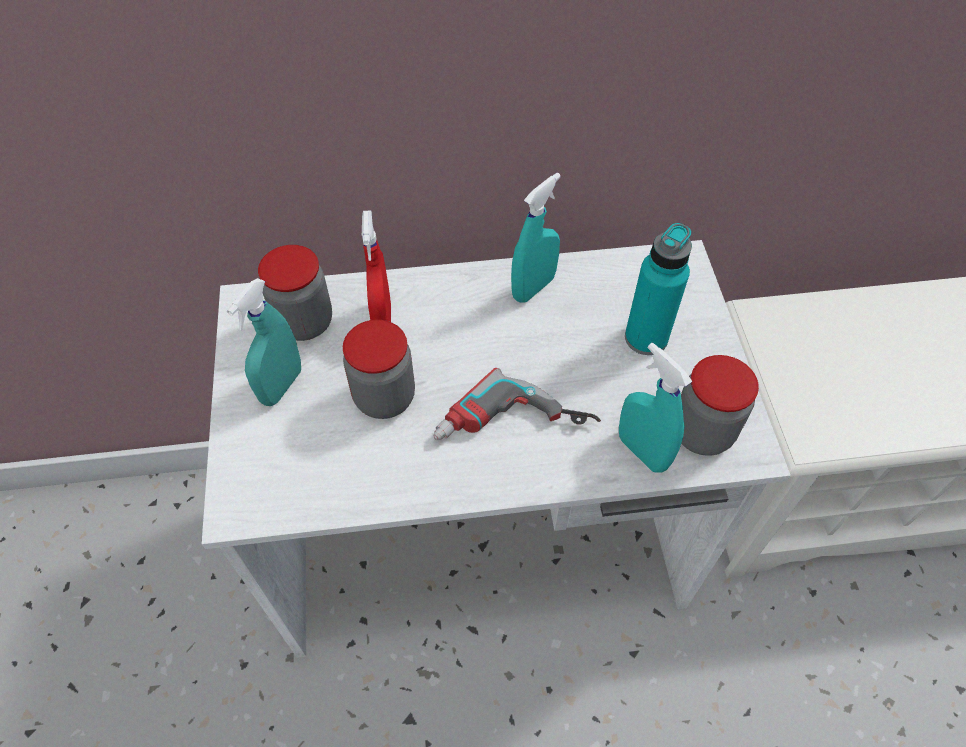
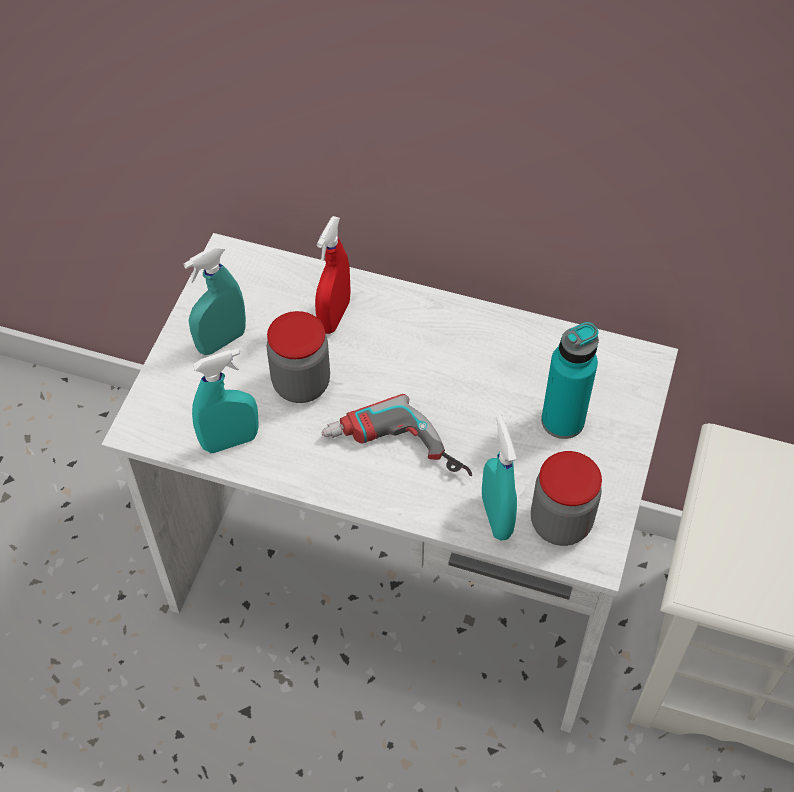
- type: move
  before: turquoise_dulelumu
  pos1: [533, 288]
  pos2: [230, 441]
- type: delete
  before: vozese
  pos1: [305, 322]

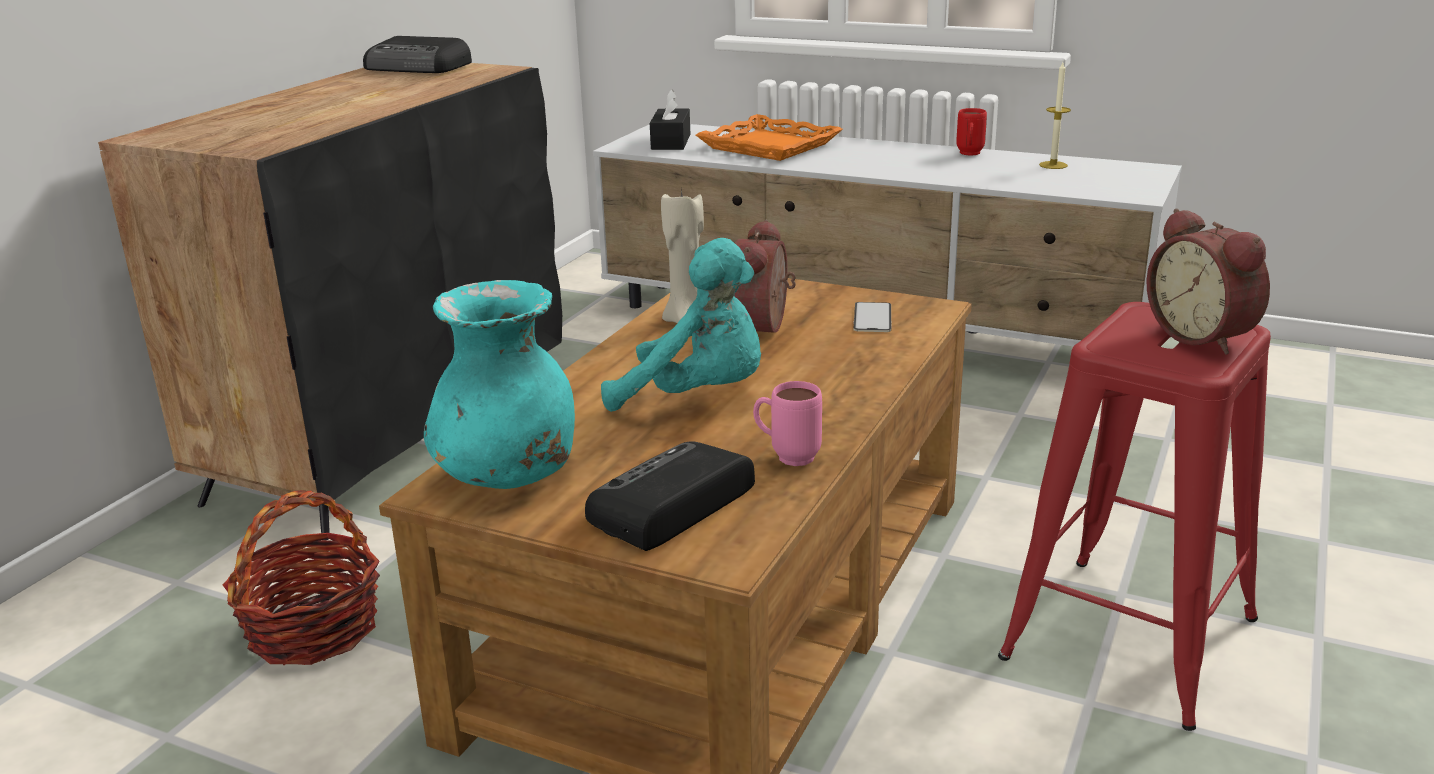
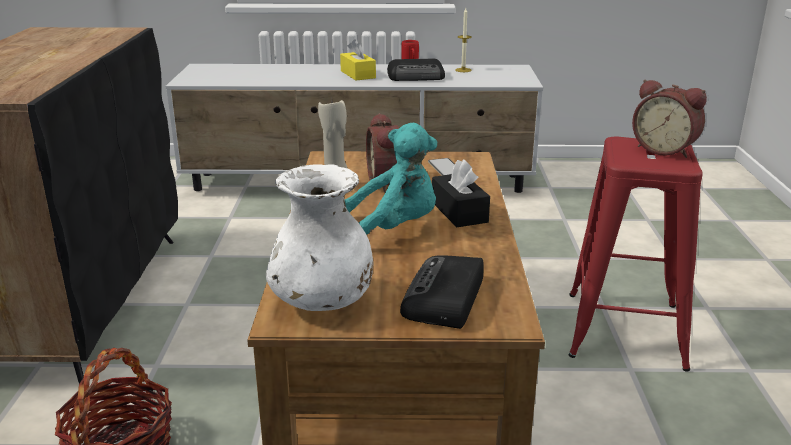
- type: recolor
  before: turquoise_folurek
  after: white_folurek
  pos1: [509, 477]
  pos2: [322, 302]
- type: insert
  after: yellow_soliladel
  pos2: [358, 74]
- type: move
  before: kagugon
  pos1: [419, 67]
  pos2: [417, 76]
- type: move
  before: black_soliladel
  pos1: [671, 142]
  pos2: [459, 212]
- type: delete
  before: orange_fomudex
  pos1: [770, 146]
- type: delete
  before: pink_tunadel
  pos1: [786, 456]

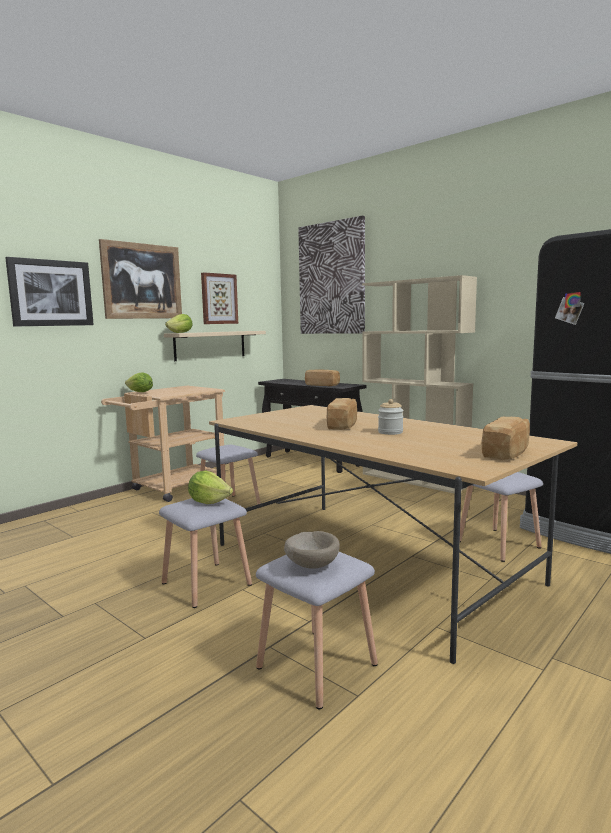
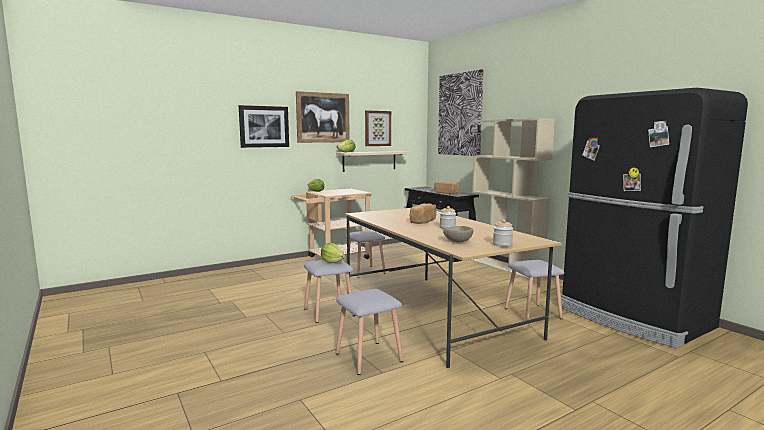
- type: move
  before: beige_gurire
  pos1: [312, 564]
  pos2: [458, 241]
- type: replace
  before: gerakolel
  after: vozese
  pos1: [507, 453]
  pos2: [502, 245]

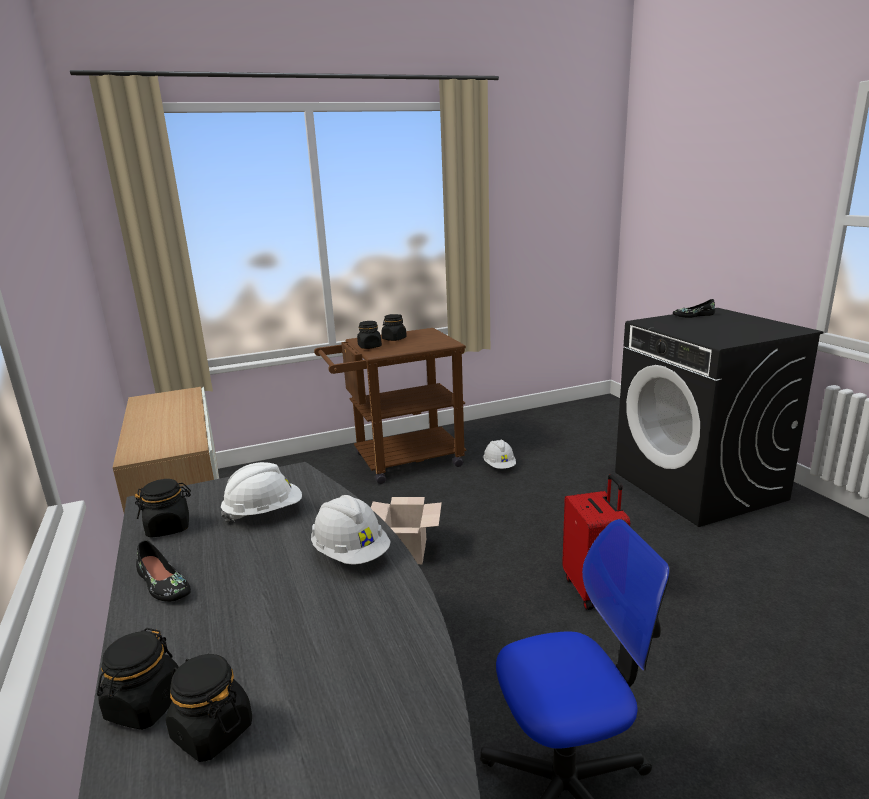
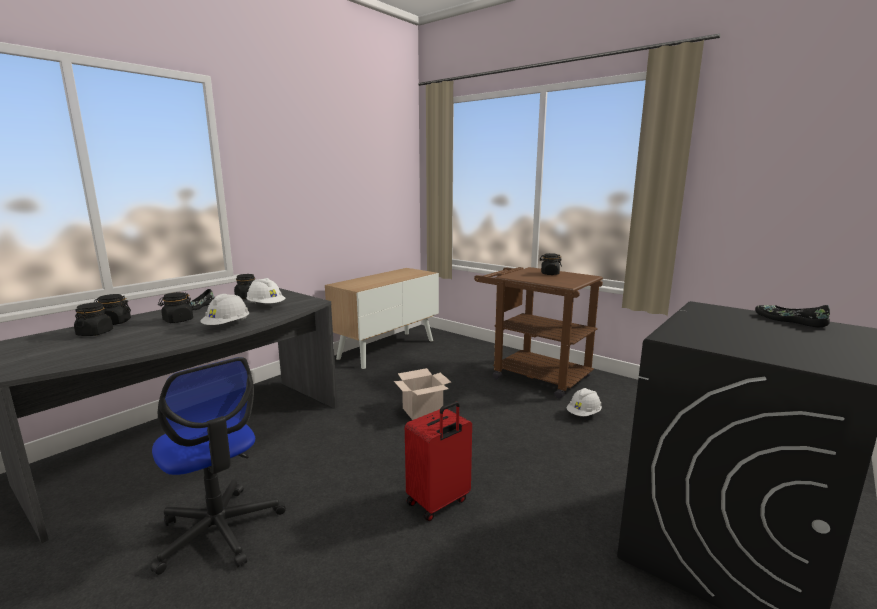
- type: move
  before: black_vozese
  pos1: [370, 347]
  pos2: [178, 320]

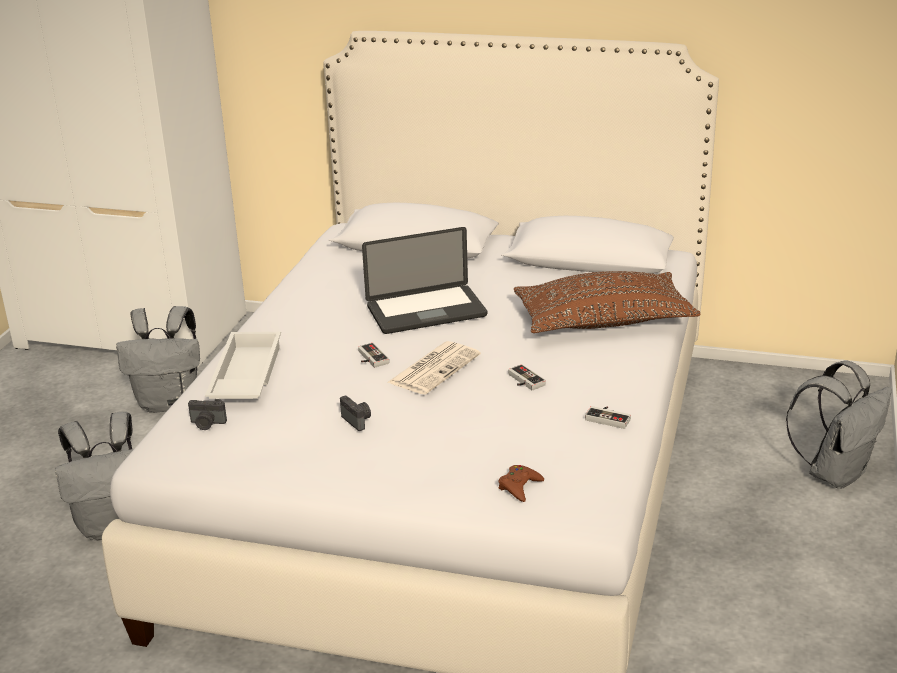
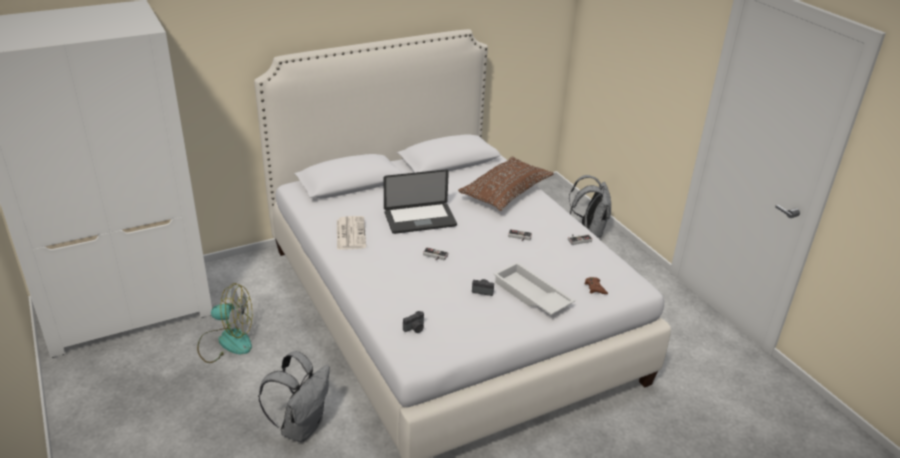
- type: replace
  before: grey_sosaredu
  after: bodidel
  pos1: [170, 403]
  pos2: [226, 342]
- type: move
  before: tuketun
  pos1: [434, 368]
  pos2: [350, 233]
- type: rotate
  before: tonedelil
  pos1: [426, 311]
  pos2: [420, 219]
  turn: 45
- type: move
  before: white_fomudex
  pos1: [244, 376]
  pos2: [530, 295]

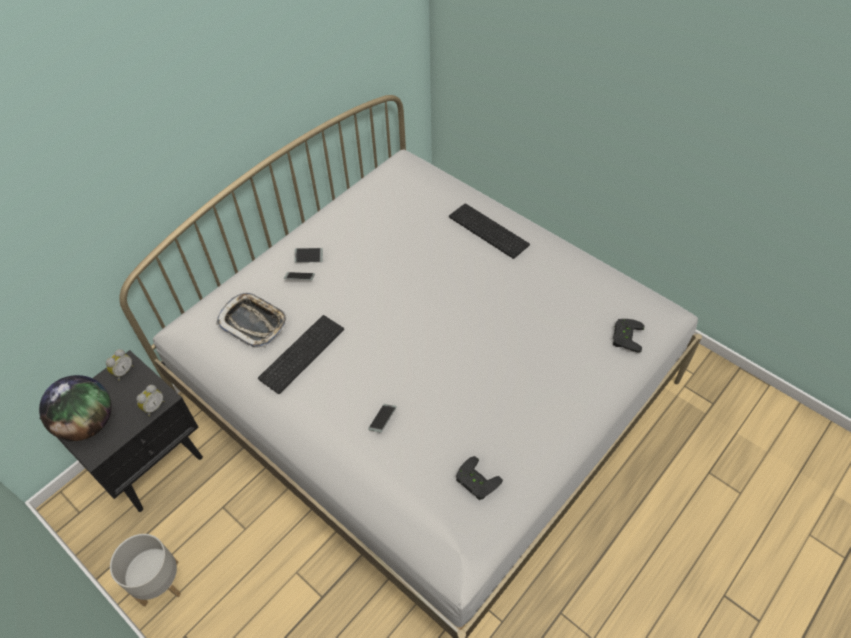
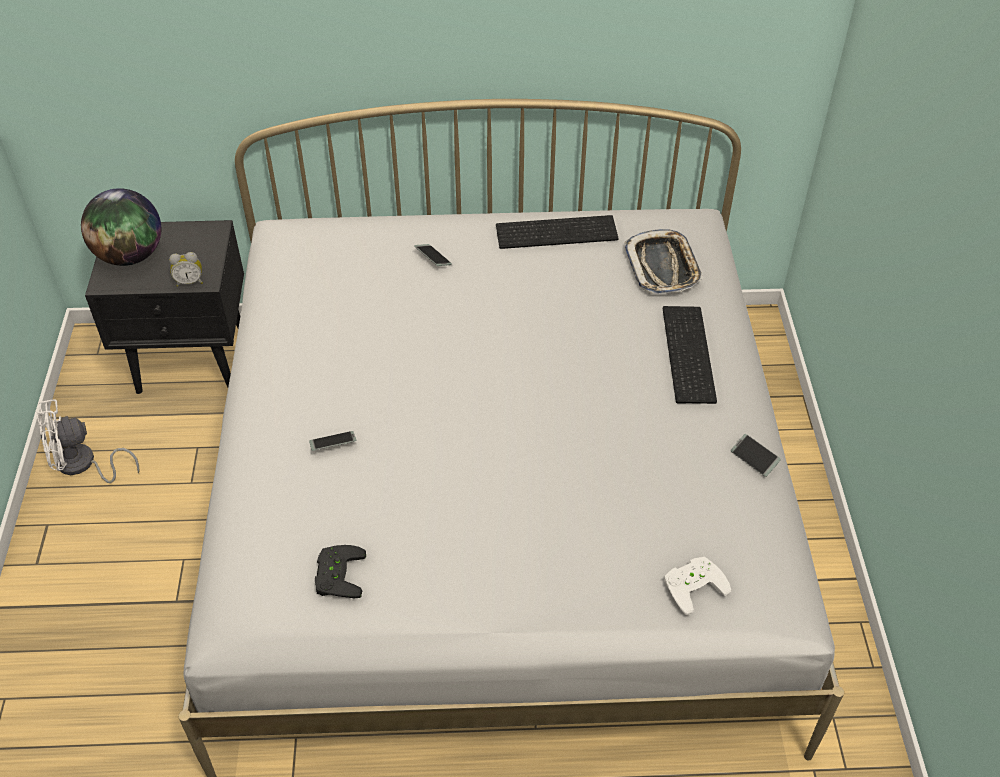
- type: replace
  before: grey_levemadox
  after: white_bodidel
  pos1: [161, 582]
  pos2: [82, 465]
- type: move
  before: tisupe
  pos1: [301, 352]
  pos2: [557, 231]
- type: move
  before: fomudex
  pos1: [253, 322]
  pos2: [662, 267]
- type: recolor
  before: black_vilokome
  after: white_vilokome
  pos1: [625, 336]
  pos2: [692, 584]
- type: move
  before: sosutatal
  pos1: [309, 257]
  pos2: [754, 458]
- type: delete
  before: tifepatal
  pos1: [123, 371]

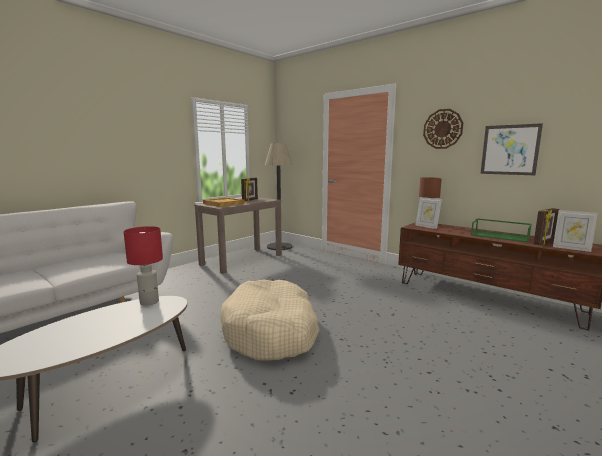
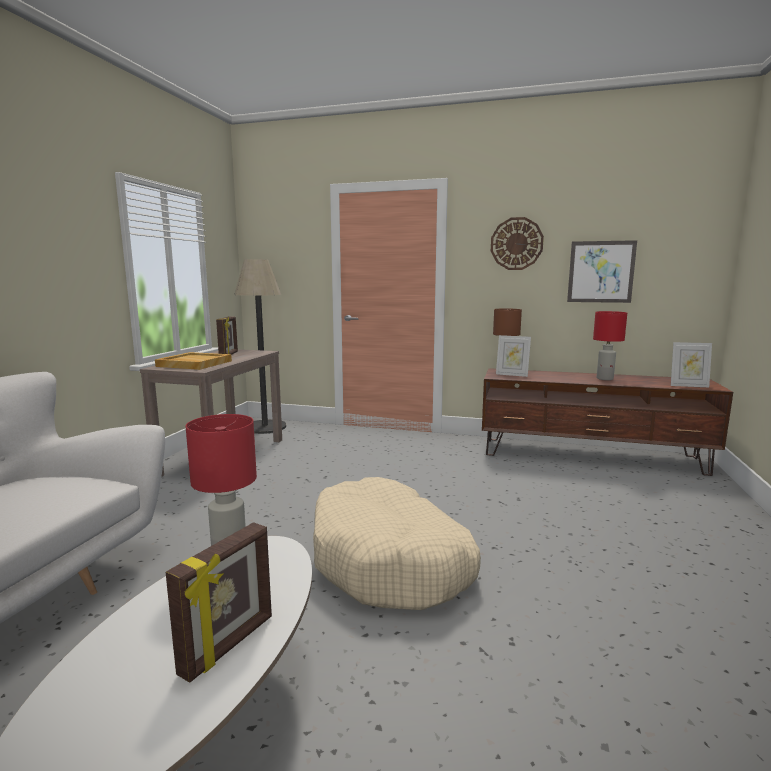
- type: move
  before: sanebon
  pos1: [544, 243]
  pos2: [229, 645]
- type: replace
  before: green_fomudex
  after: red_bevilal
  pos1: [500, 236]
  pos2: [605, 379]

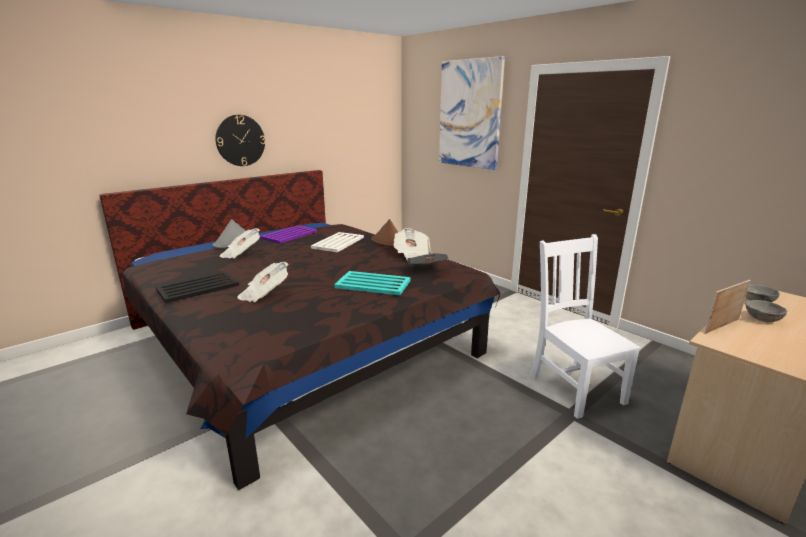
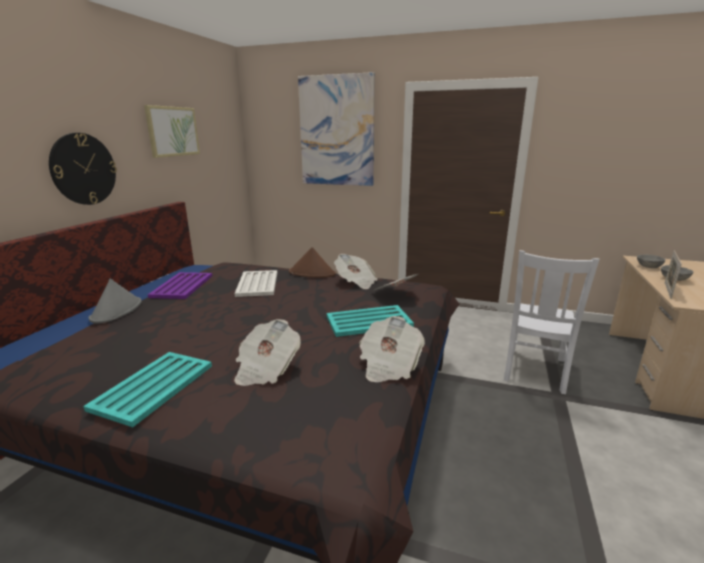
- type: recolor
  before: black_fomudex
  after: turquoise_fomudex
  pos1: [197, 288]
  pos2: [152, 387]
- type: insert
  after: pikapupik
  pos2: [172, 131]
- type: move
  before: tuketun
  pos1: [241, 254]
  pos2: [388, 365]
- type: rotate
  before: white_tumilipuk
  pos1: [574, 387]
  pos2: [534, 371]
  turn: -105

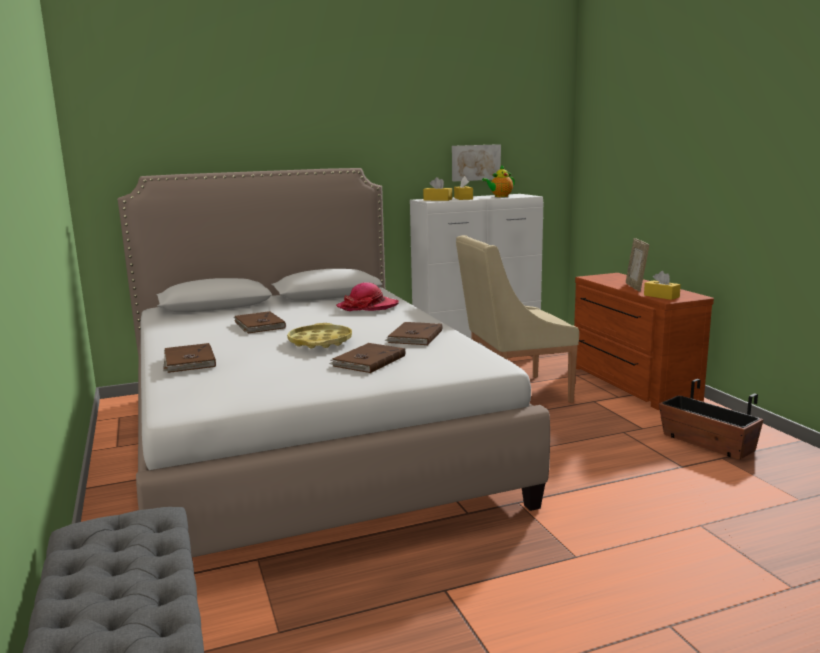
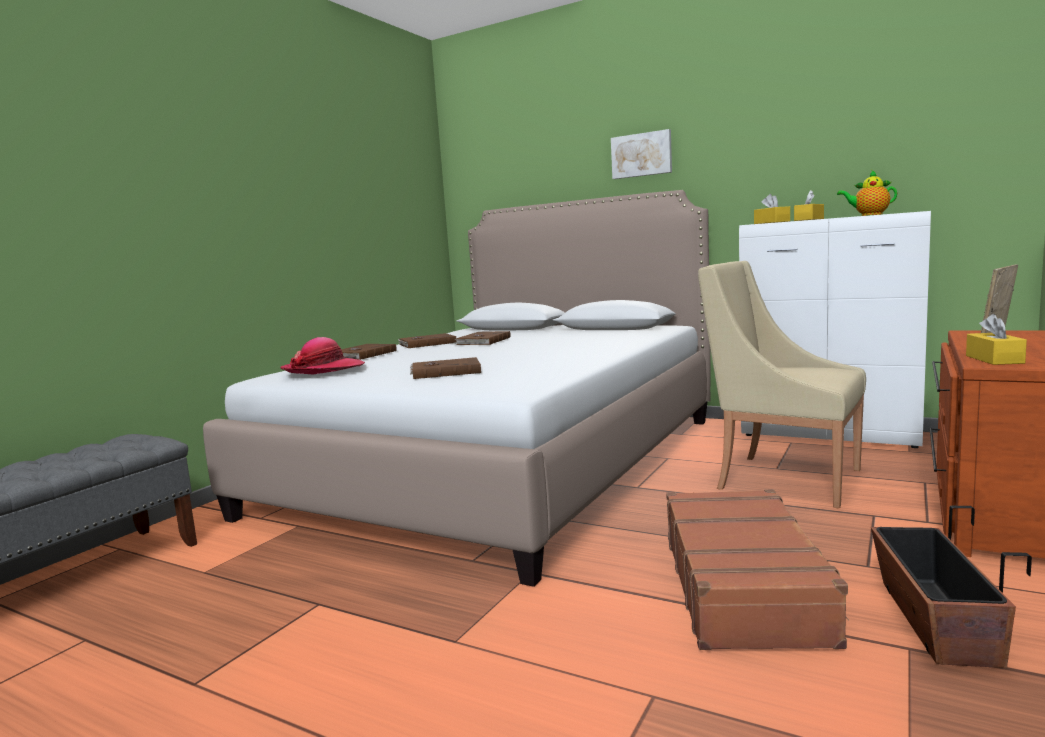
- type: move
  before: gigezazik
  pos1: [368, 307]
  pos2: [323, 369]
- type: move
  before: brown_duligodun
  pos1: [414, 336]
  pos2: [427, 343]
- type: move
  before: pikapupik
  pos1: [475, 162]
  pos2: [641, 155]
- type: insert
  after: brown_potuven
  pos2: [744, 586]
- type: delete
  before: yellow_fomudex
  pos1: [320, 341]

